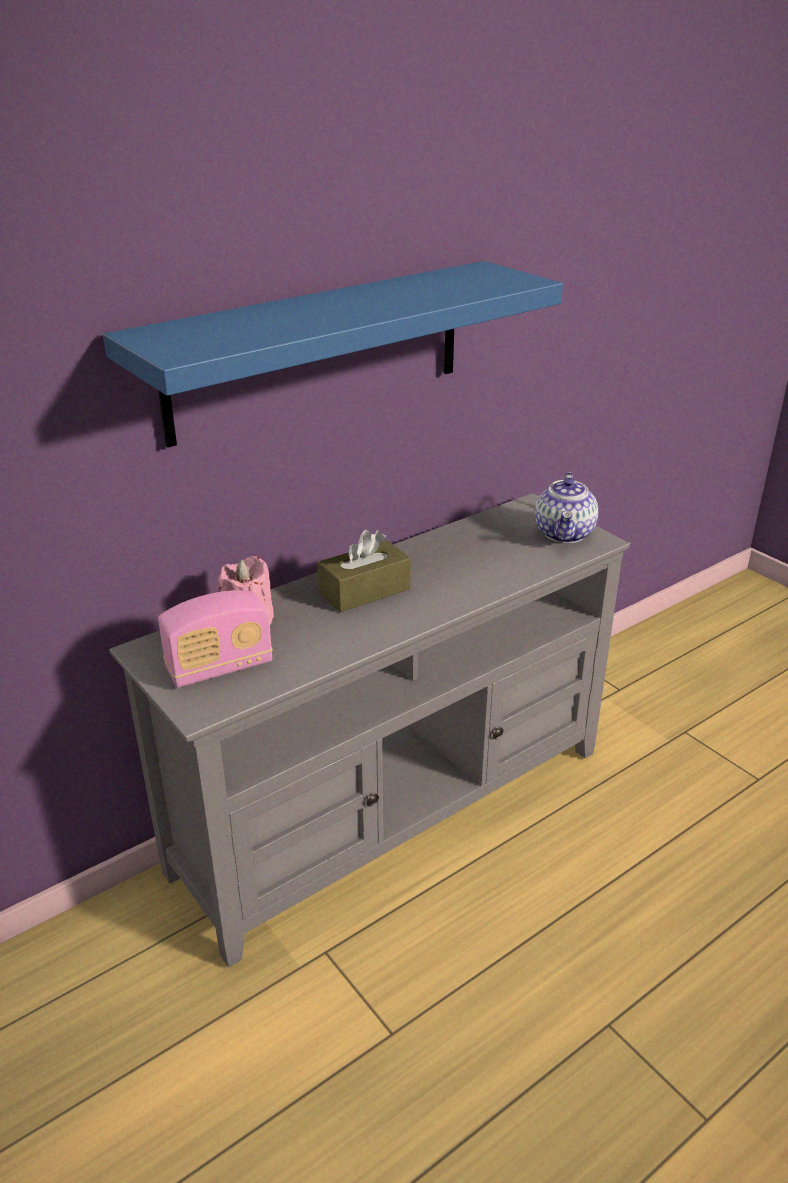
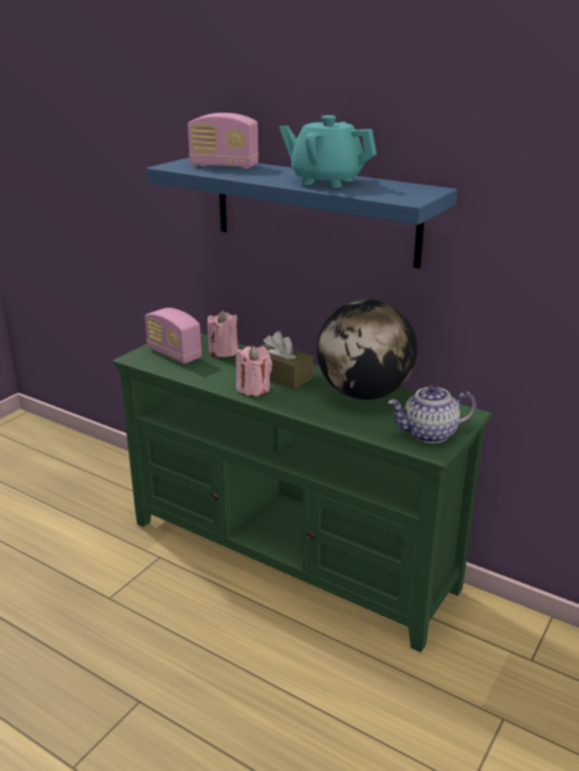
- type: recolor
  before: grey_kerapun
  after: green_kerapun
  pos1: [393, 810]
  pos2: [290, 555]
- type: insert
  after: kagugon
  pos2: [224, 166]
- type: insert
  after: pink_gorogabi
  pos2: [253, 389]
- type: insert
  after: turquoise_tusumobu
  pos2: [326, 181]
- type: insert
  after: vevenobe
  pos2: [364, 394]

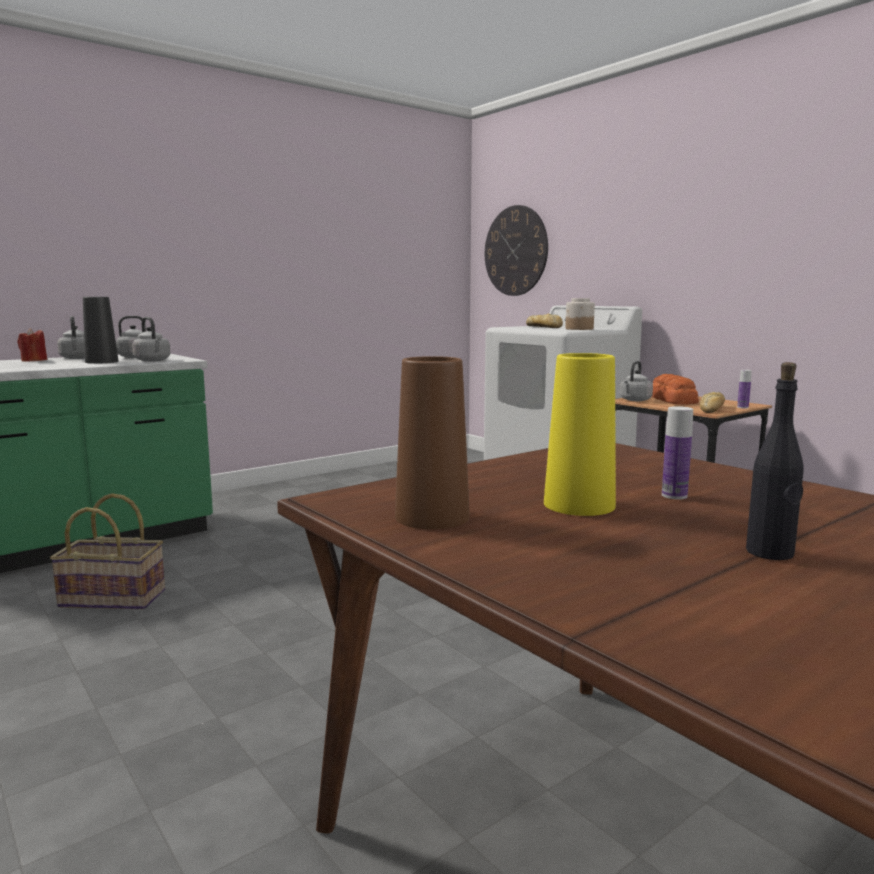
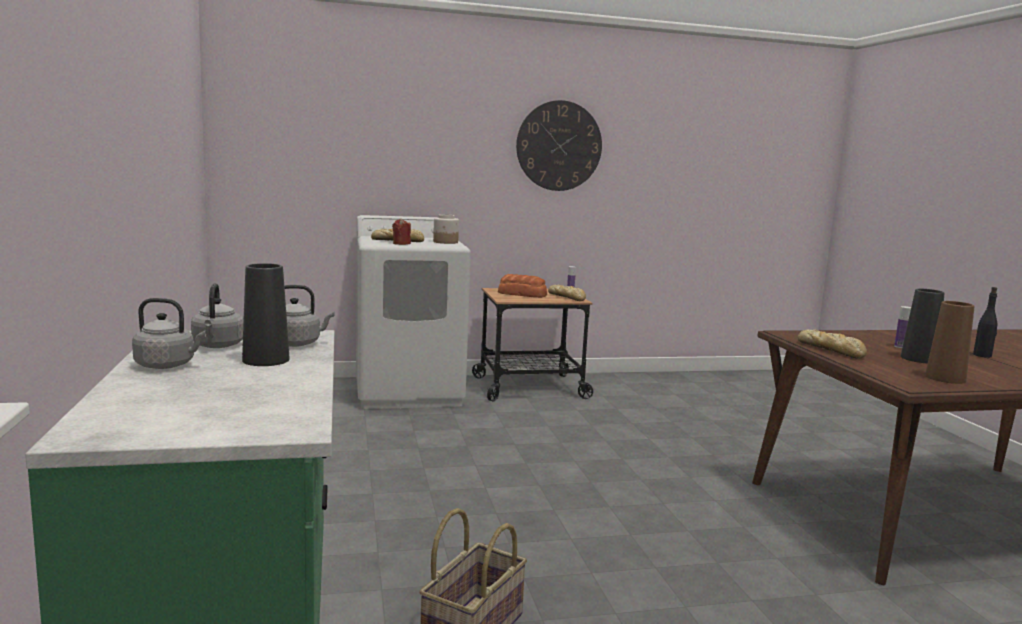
- type: move
  before: red_gorogabi
  pos1: [34, 360]
  pos2: [401, 243]
- type: move
  before: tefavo
  pos1: [515, 251]
  pos2: [559, 146]
- type: insert
  after: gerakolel
  pos2: [831, 350]
- type: recolor
  before: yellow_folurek
  after: black_folurek
  pos1: [579, 505]
  pos2: [918, 359]
- type: delete
  before: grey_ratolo
  pos1: [634, 400]

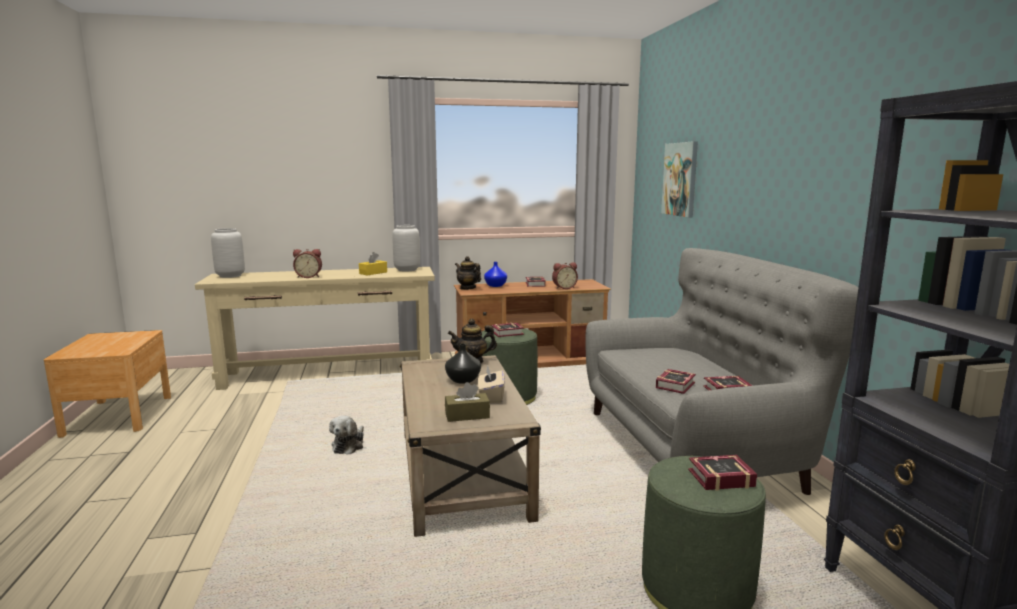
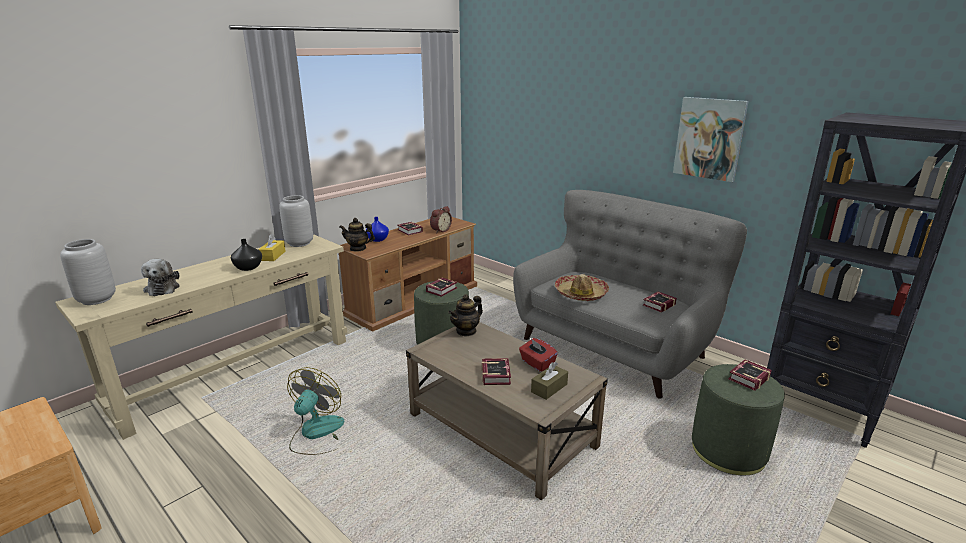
- type: move
  before: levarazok
  pos1: [349, 445]
  pos2: [162, 288]
- type: move
  before: black_folurek
  pos1: [464, 380]
  pos2: [249, 267]
- type: insert
  after: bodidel
  pos2: [316, 434]
- type: move
  before: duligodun
  pos1: [677, 385]
  pos2: [497, 374]
- type: recolor
  before: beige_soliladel
  after: red_soliladel
  pos1: [491, 397]
  pos2: [537, 363]
- type: insert
  after: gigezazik
  pos2: [581, 294]
- type: move
  before: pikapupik
  pos1: [680, 179]
  pos2: [709, 138]
- type: delete
  before: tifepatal
  pos1: [309, 276]

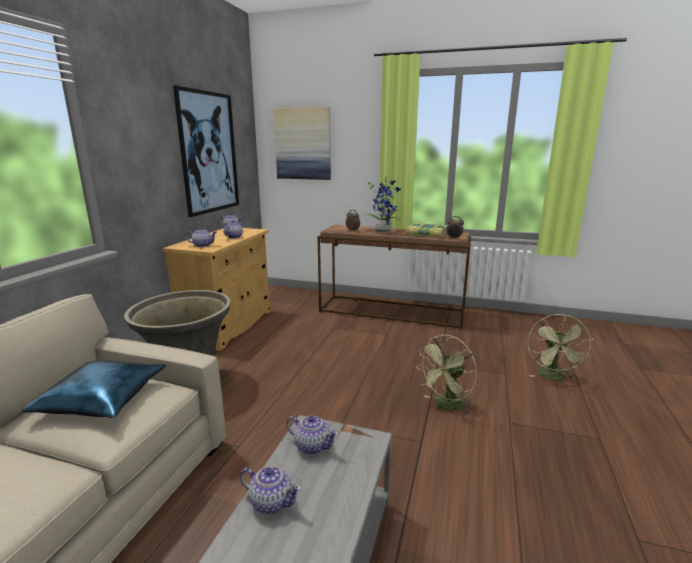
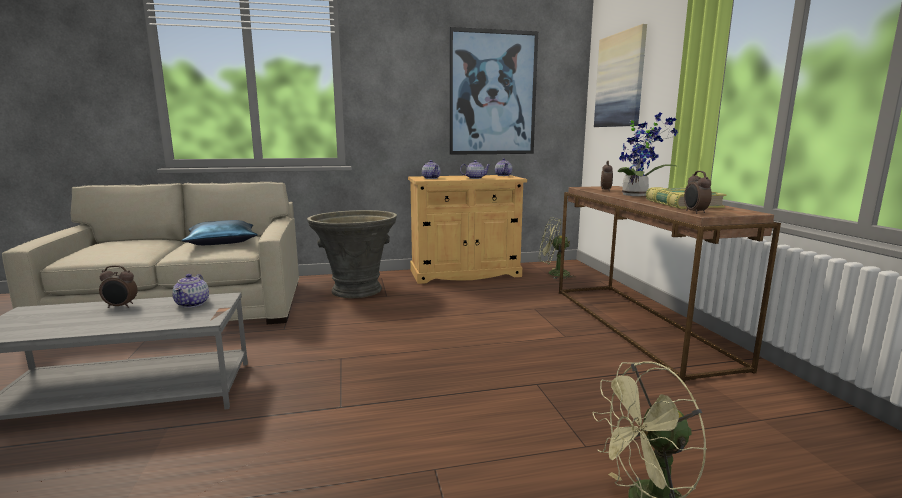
- type: replace
  before: tusumobu
  after: tifepatal
  pos1: [271, 502]
  pos2: [121, 306]
- type: move
  before: green_bodidel
  pos1: [446, 406]
  pos2: [553, 273]

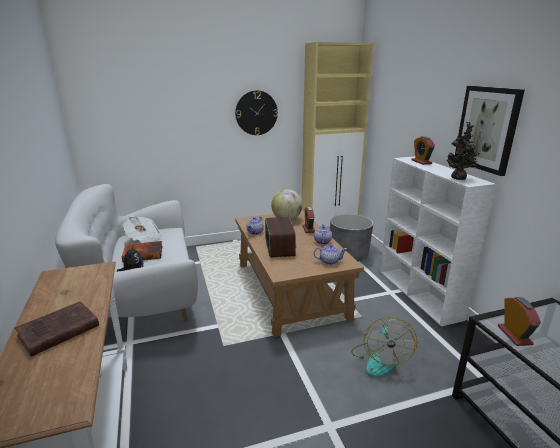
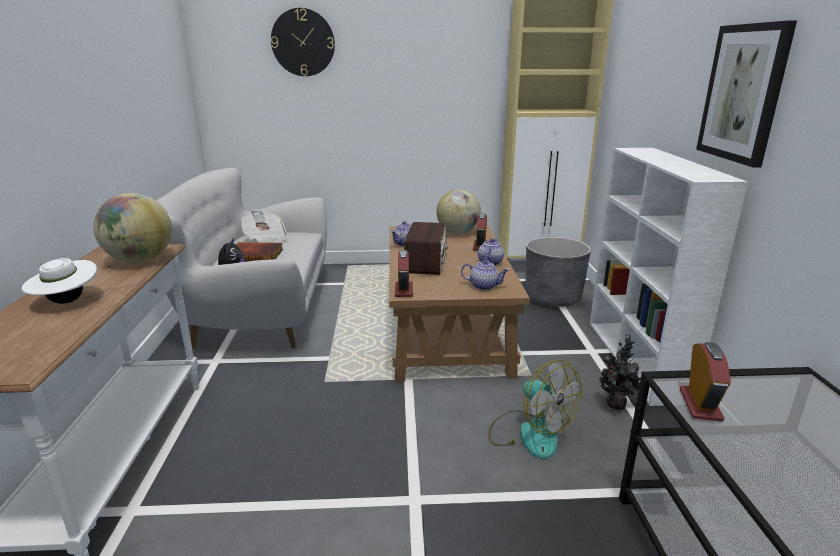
- type: replace
  before: brown_duligodun
  after: white_gigezazik
  pos1: [56, 332]
  pos2: [66, 301]
- type: insert
  after: vevenobe
  pos2: [140, 260]
- type: move
  before: tefavo
  pos1: [256, 113]
  pos2: [303, 42]
- type: move
  before: tifepatal
  pos1: [421, 162]
  pos2: [403, 290]
- type: rotate
  before: bodidel
  pos1: [379, 360]
  pos2: [529, 433]
  turn: -60
- type: move
  before: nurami
  pos1: [459, 178]
  pos2: [616, 406]

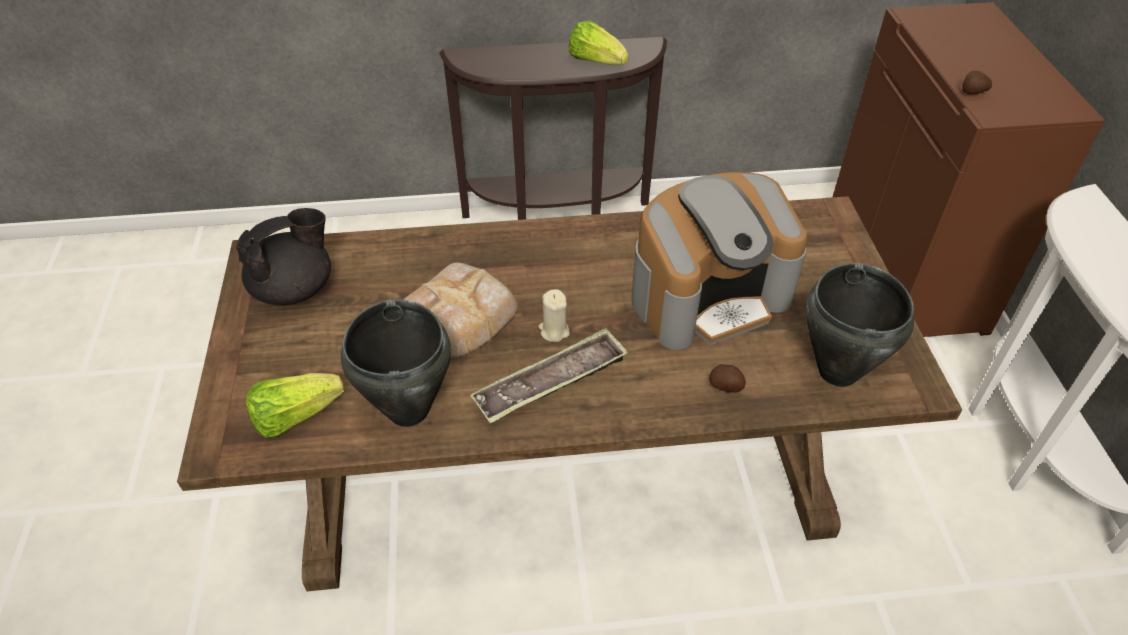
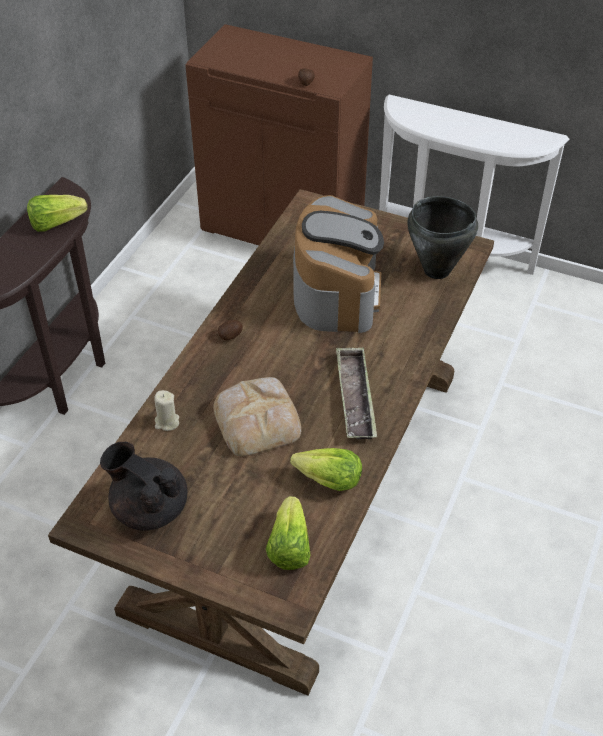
- type: rotate
  before: black_tusumobu
  pos1: [295, 289]
  pos2: [149, 508]
  turn: -45
- type: move
  before: beige_gorogabi
  pos1: [554, 331]
  pos2: [167, 422]
- type: move
  before: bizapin
  pos1: [726, 386]
  pos2: [231, 336]
- type: replace
  before: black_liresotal
  after: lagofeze
  pos1: [407, 411]
  pos2: [328, 480]

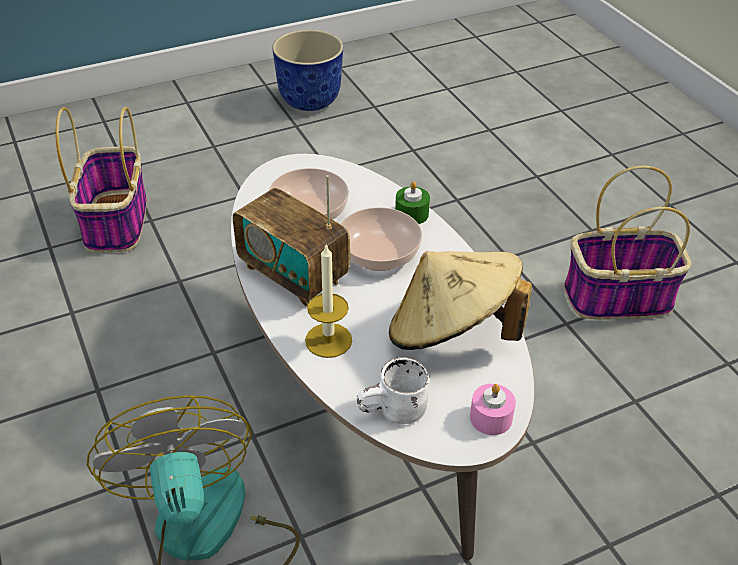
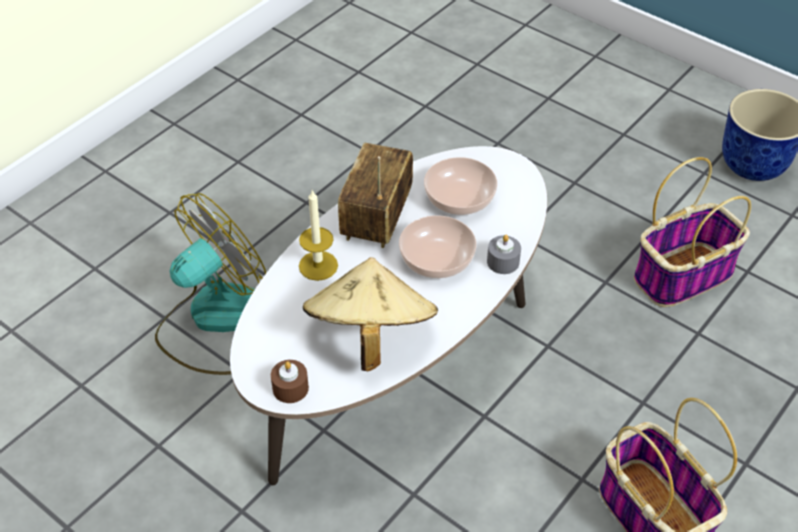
- type: recolor
  before: pink_gorogabi
  after: brown_gorogabi
  pos1: [491, 418]
  pos2: [290, 388]
- type: recolor
  before: green_gorogabi
  after: grey_gorogabi
  pos1: [411, 214]
  pos2: [503, 262]
- type: move
  before: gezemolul
  pos1: [116, 221]
  pos2: [683, 275]
- type: delete
  before: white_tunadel
  pos1: [395, 414]

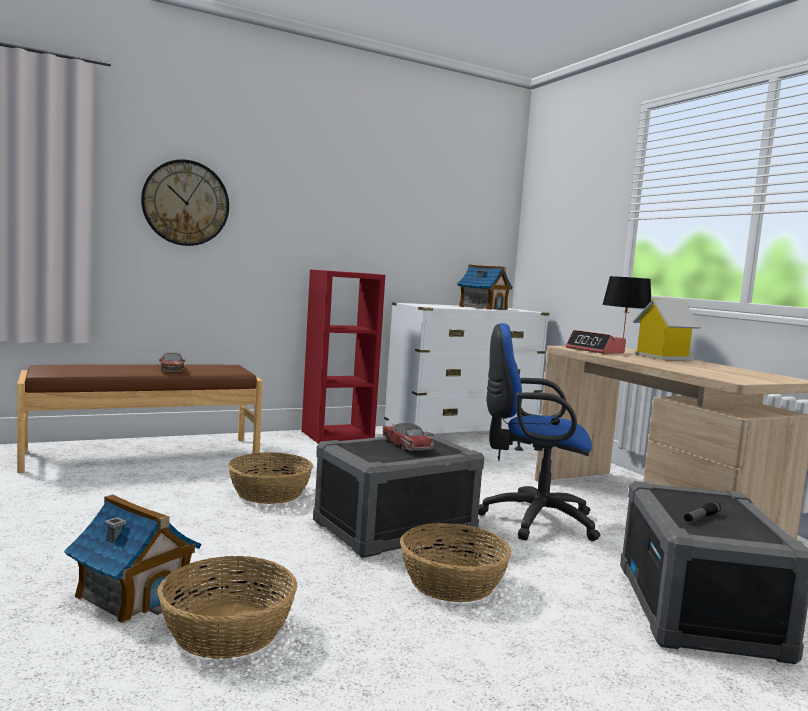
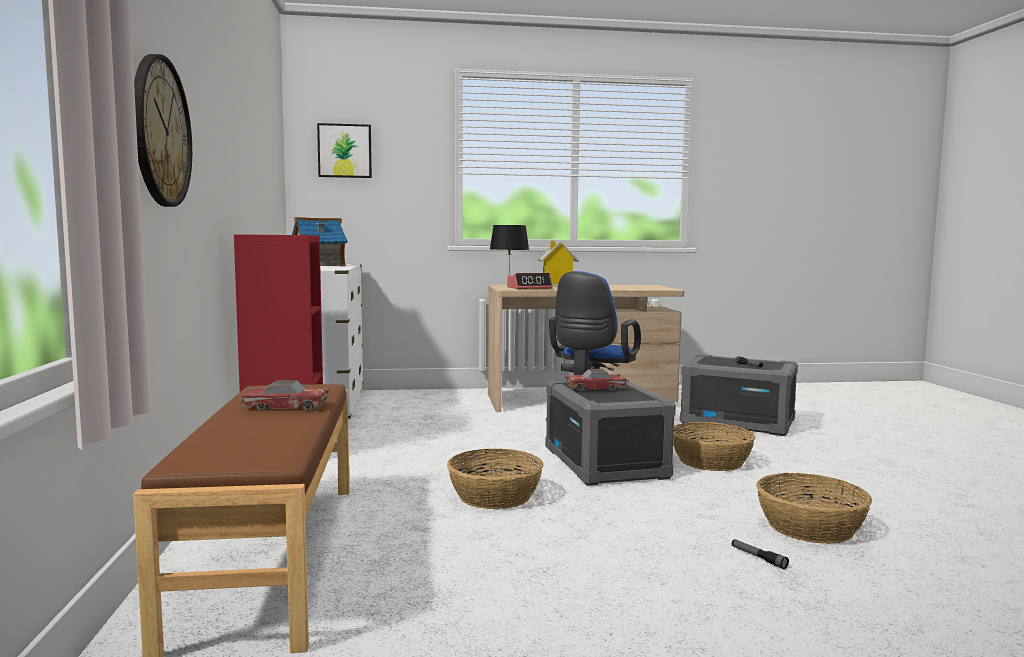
- type: insert
  after: pikapupik
  pos2: [345, 151]
- type: replace
  before: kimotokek
  after: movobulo
  pos1: [134, 594]
  pos2: [758, 558]

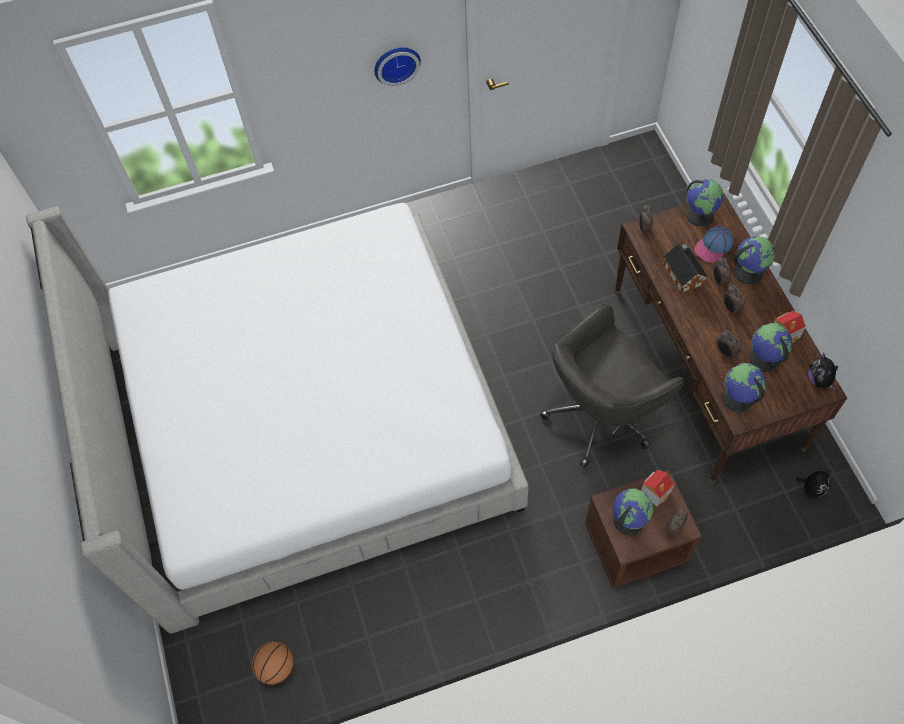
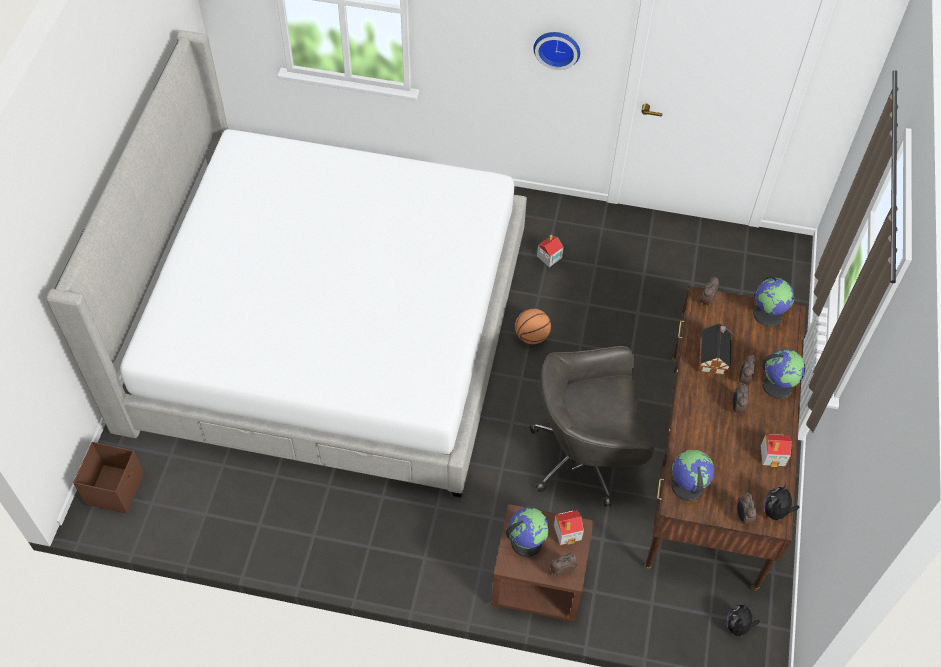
- type: insert
  after: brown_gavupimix
  pos2: [116, 488]
- type: move
  before: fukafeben
  pos1: [276, 667]
  pos2: [531, 336]
- type: insert
  after: kimotokek
  pos2: [549, 257]
- type: rotate
  before: levarazok
  pos1: [812, 488]
  pos2: [738, 626]
  turn: 120
- type: move
  before: tifepatal
  pos1: [725, 352]
  pos2: [742, 516]
- type: delete
  before: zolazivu
  pos1: [713, 247]
- type: delete
  before: vevenobe
  pos1: [763, 359]

